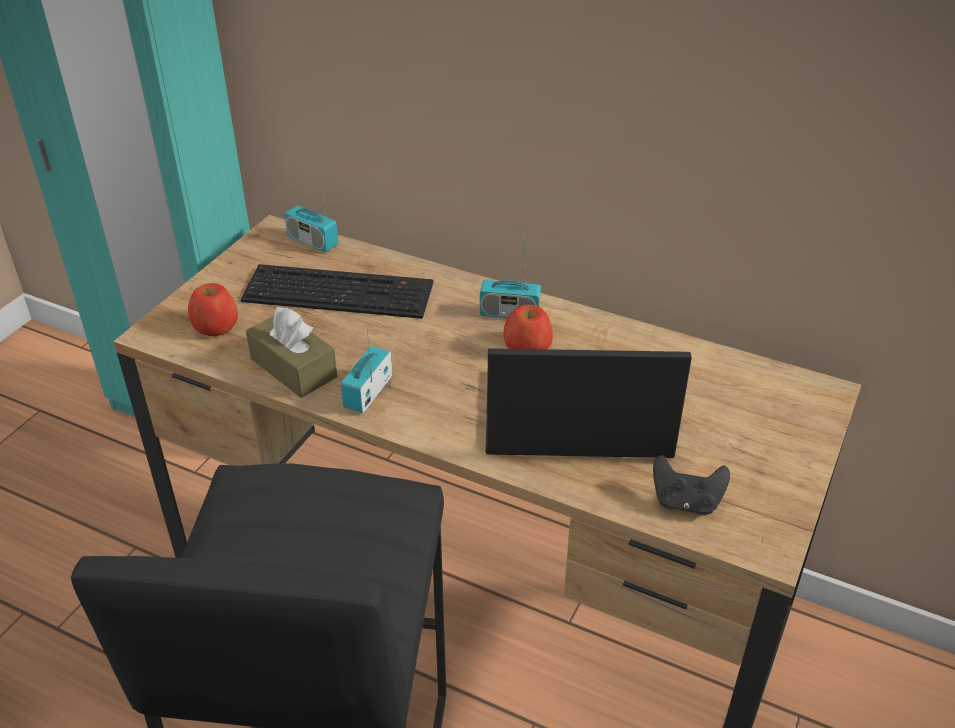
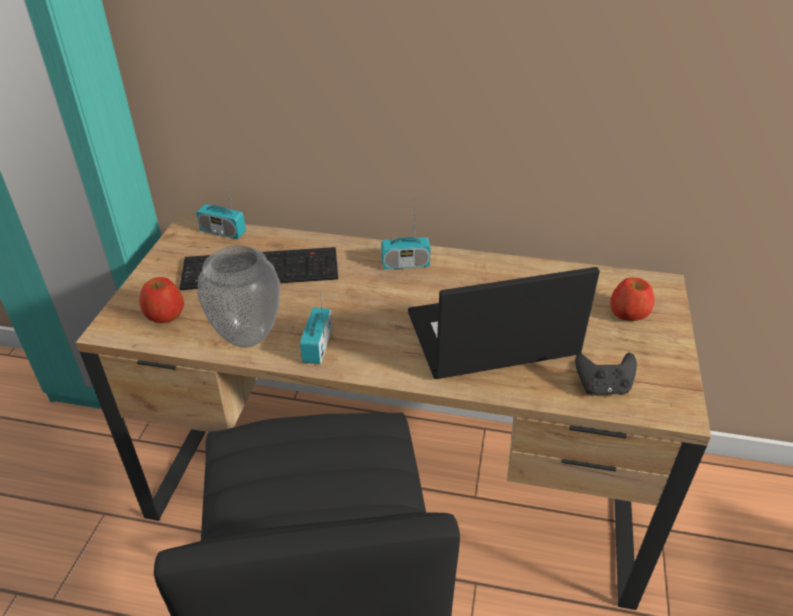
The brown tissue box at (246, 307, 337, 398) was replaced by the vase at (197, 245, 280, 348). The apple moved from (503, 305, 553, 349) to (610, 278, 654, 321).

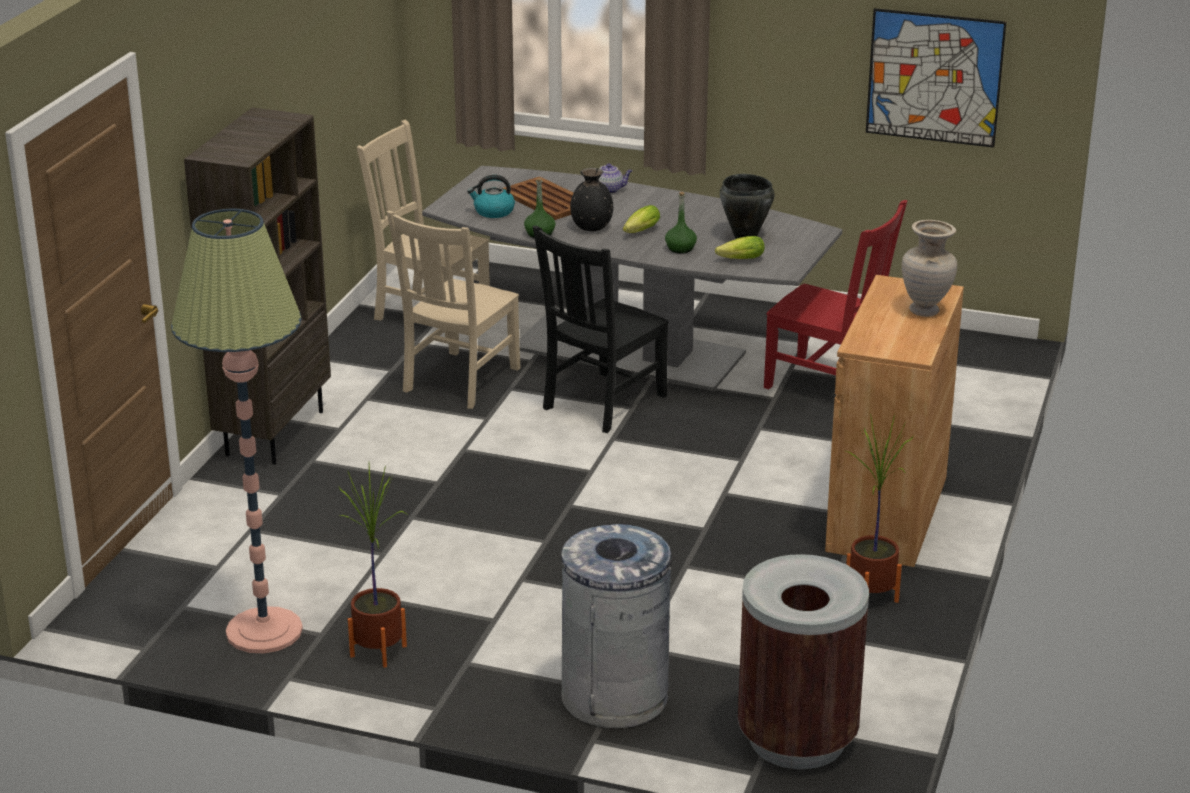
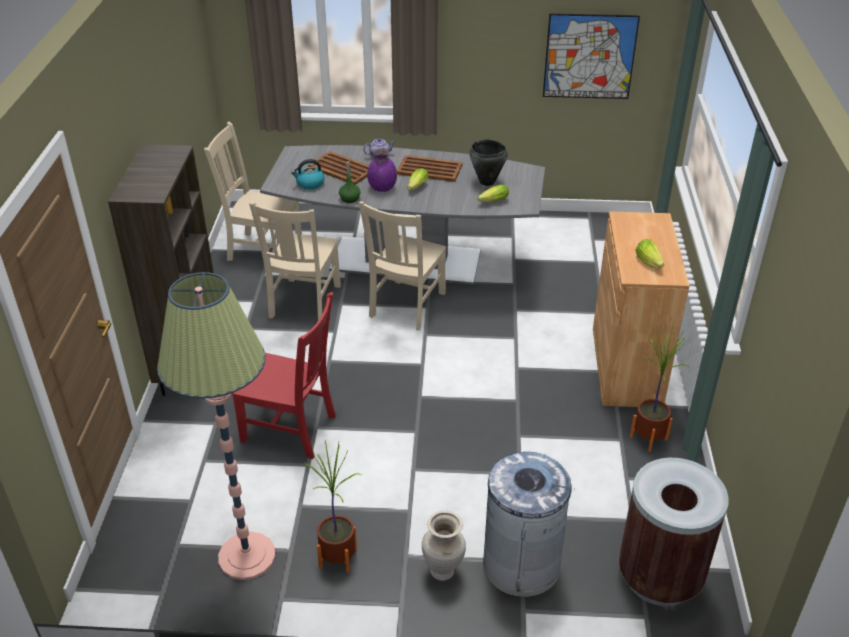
The red chair moved from (764, 200, 907, 389) to (232, 292, 336, 459). The black chair at (533, 226, 669, 433) became the beige chair at (359, 201, 446, 331). The black vase at (570, 168, 613, 231) became the purple vase at (367, 148, 397, 192). The brown tray at (397, 155, 463, 182) appeared. The beige vase moved from (902, 220, 957, 317) to (422, 511, 466, 581). The lettuce at (636, 239, 664, 268) appeared. The green bottle at (665, 192, 697, 254) disappeared.

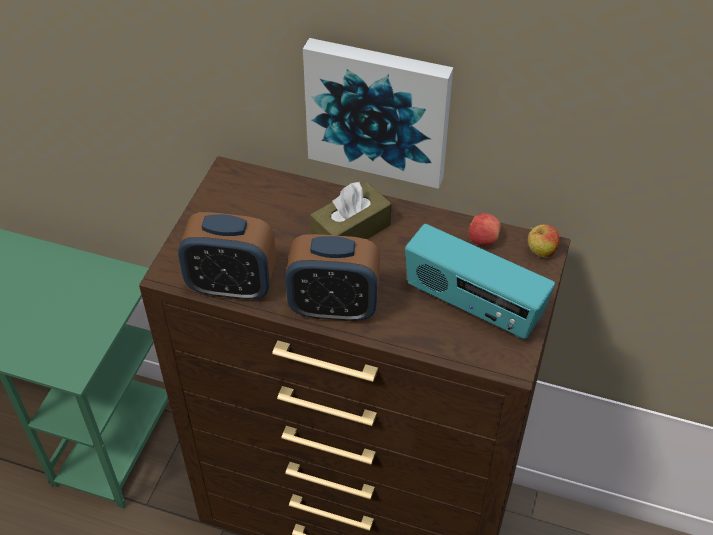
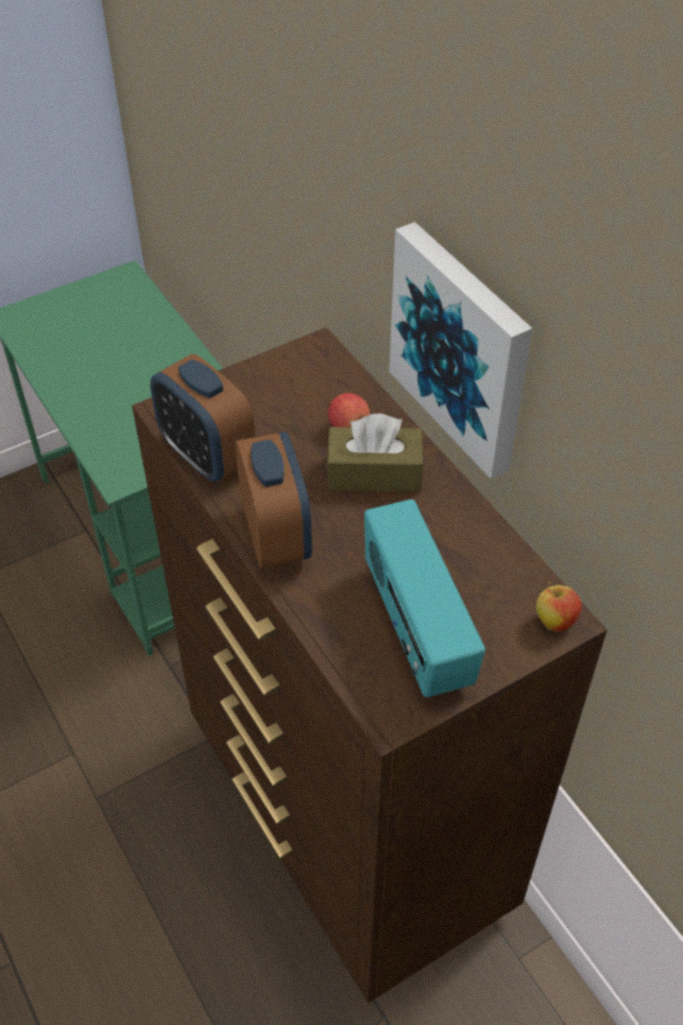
The alarm clock at (285, 234, 380, 322) turned 150 degrees counterclockwise. The apple moved from (468, 213, 501, 246) to (328, 393, 370, 427).

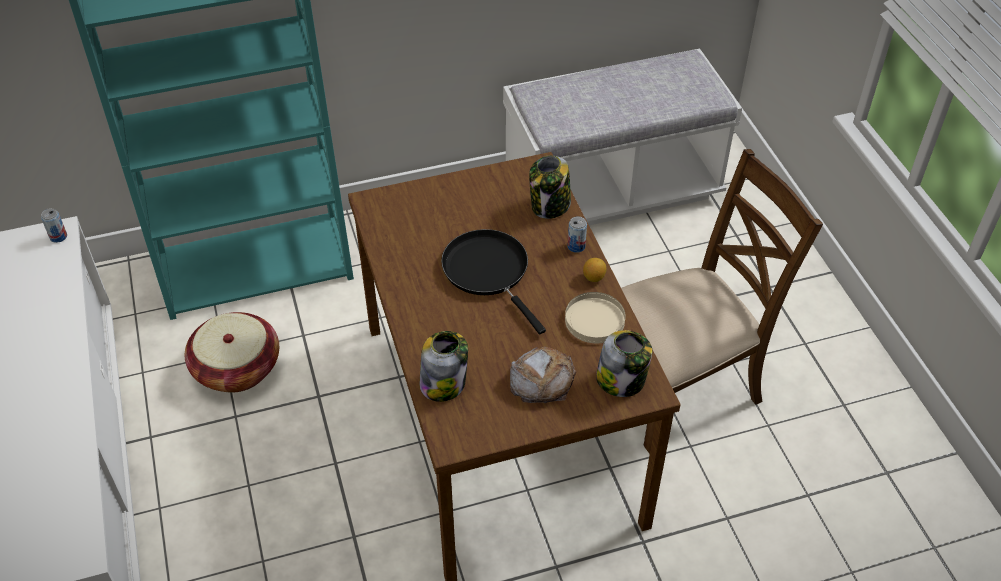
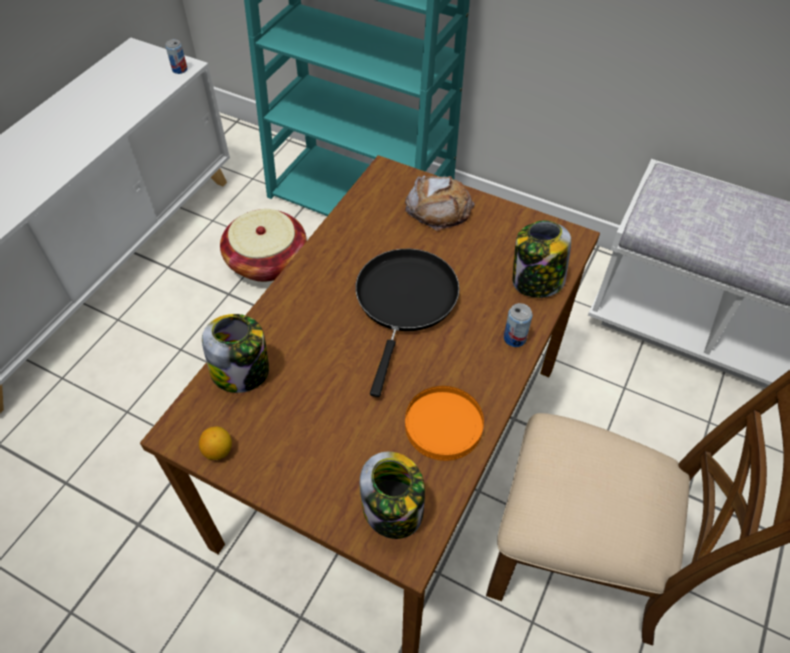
The lemon moved from (583, 258, 606, 282) to (199, 427, 232, 460). The bread moved from (510, 347, 576, 403) to (405, 176, 475, 231). The beige plate at (565, 292, 626, 343) became the orange plate at (405, 386, 484, 461).

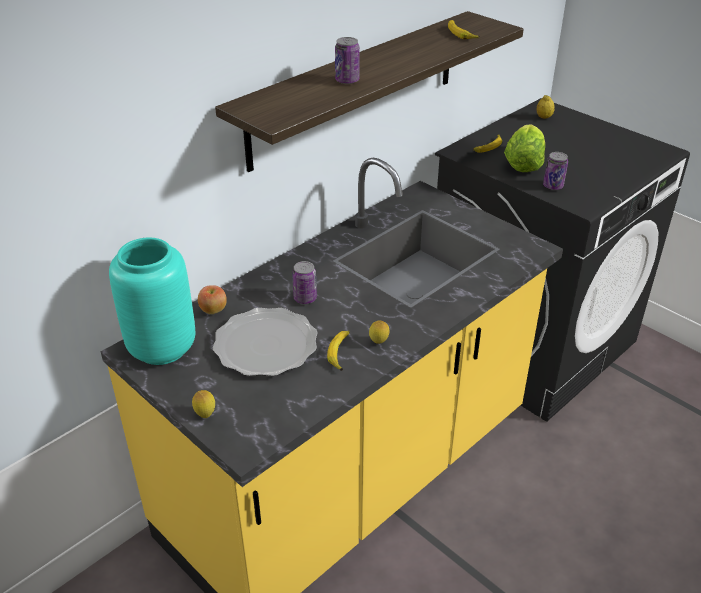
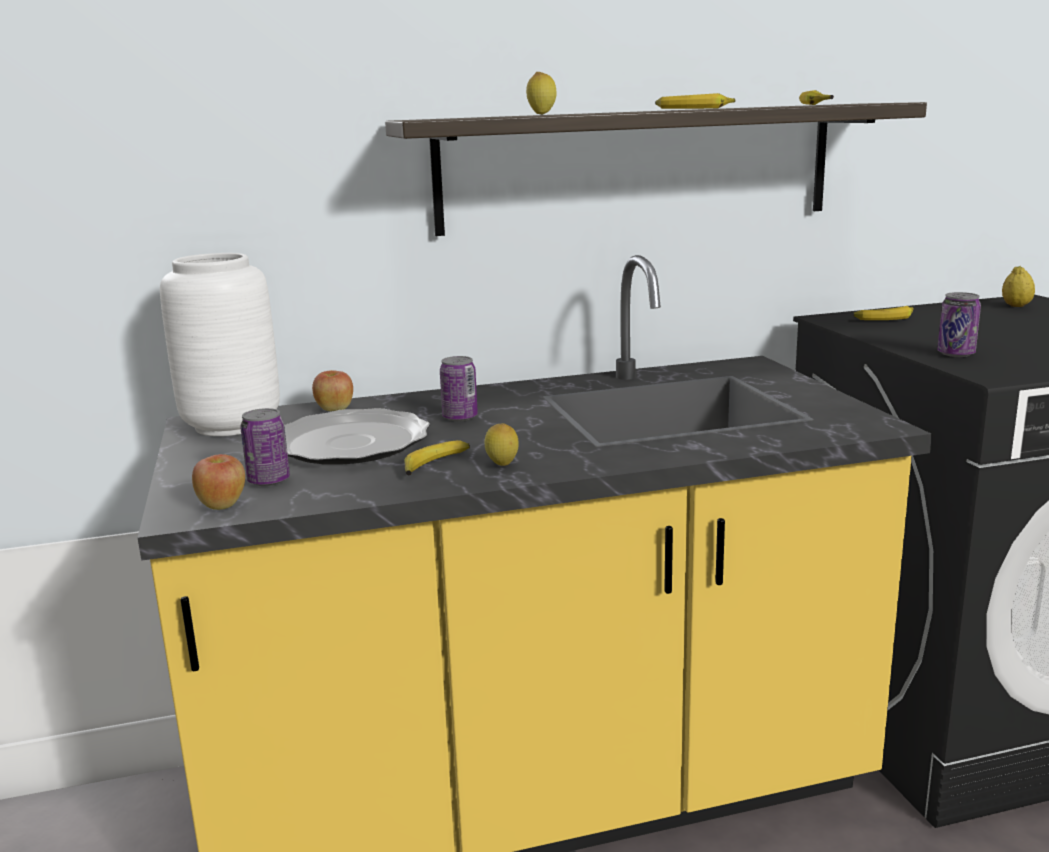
The turquoise vase at (109, 238, 195, 365) became the white vase at (160, 253, 280, 436). The apple at (192, 454, 245, 510) appeared. The can moved from (335, 37, 360, 84) to (240, 408, 290, 486). The lemon moved from (192, 390, 215, 418) to (526, 72, 556, 115). The banana at (655, 93, 735, 109) appeared. The lettuce at (504, 124, 545, 172) disappeared.

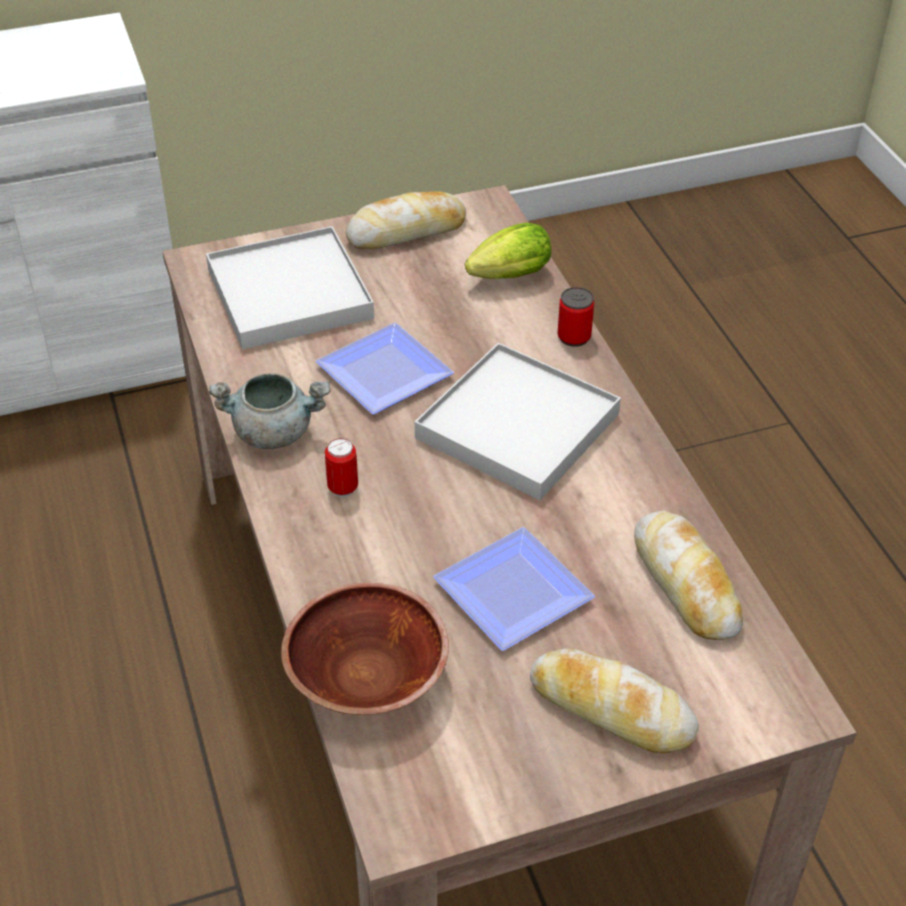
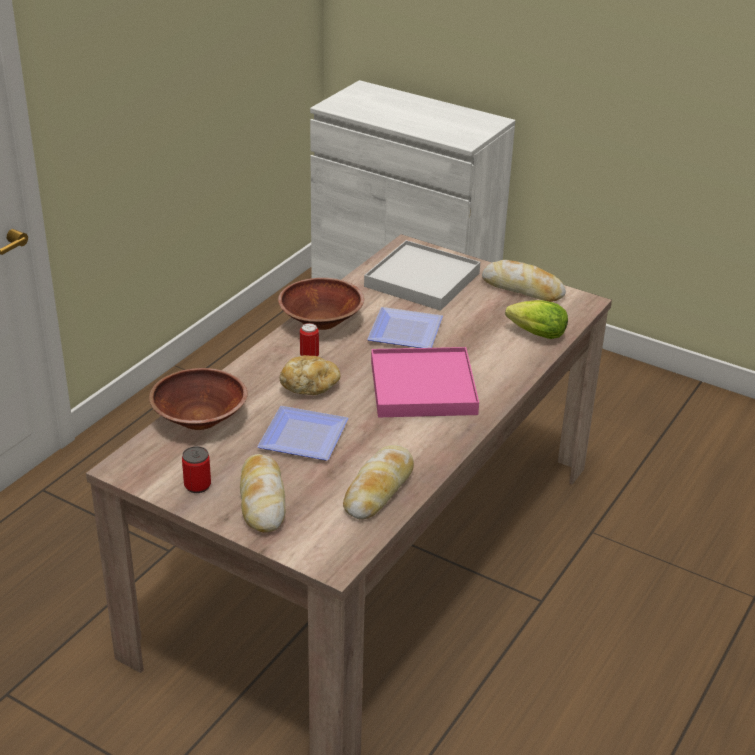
The can moved from (558, 287, 594, 347) to (182, 446, 211, 493). The grey cooking pot at (209, 373, 330, 449) was replaced by the brown bowl at (278, 278, 364, 330). The bread at (280, 355, 340, 395) appeared. The white tray at (415, 343, 621, 500) became the pink tray at (371, 347, 479, 418).

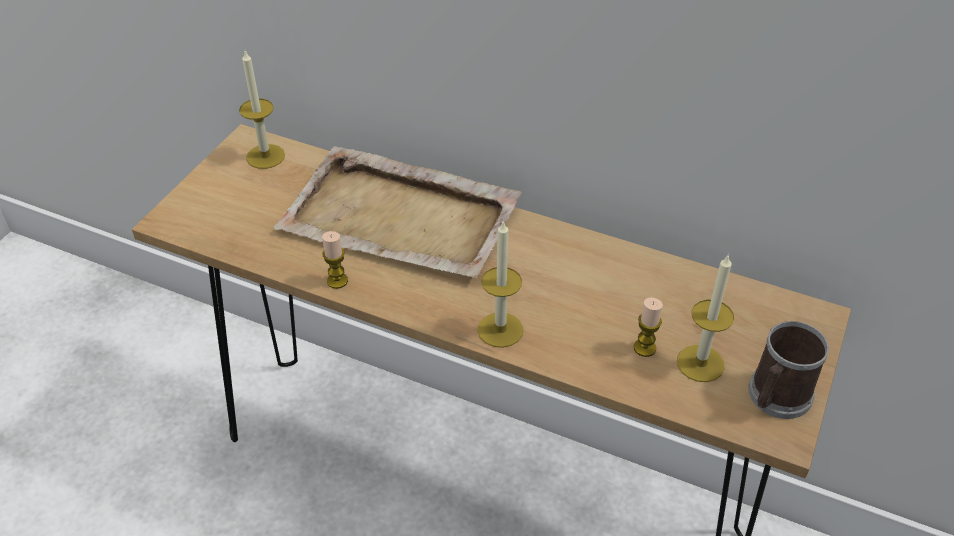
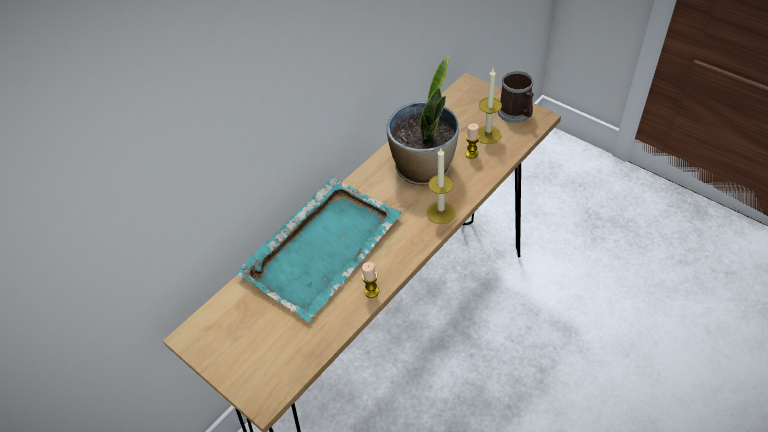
The beige tray at (274, 146, 522, 278) became the turquoise tray at (236, 177, 402, 322). The potted plant at (387, 55, 459, 185) appeared. The candle at (239, 51, 285, 169) disappeared.

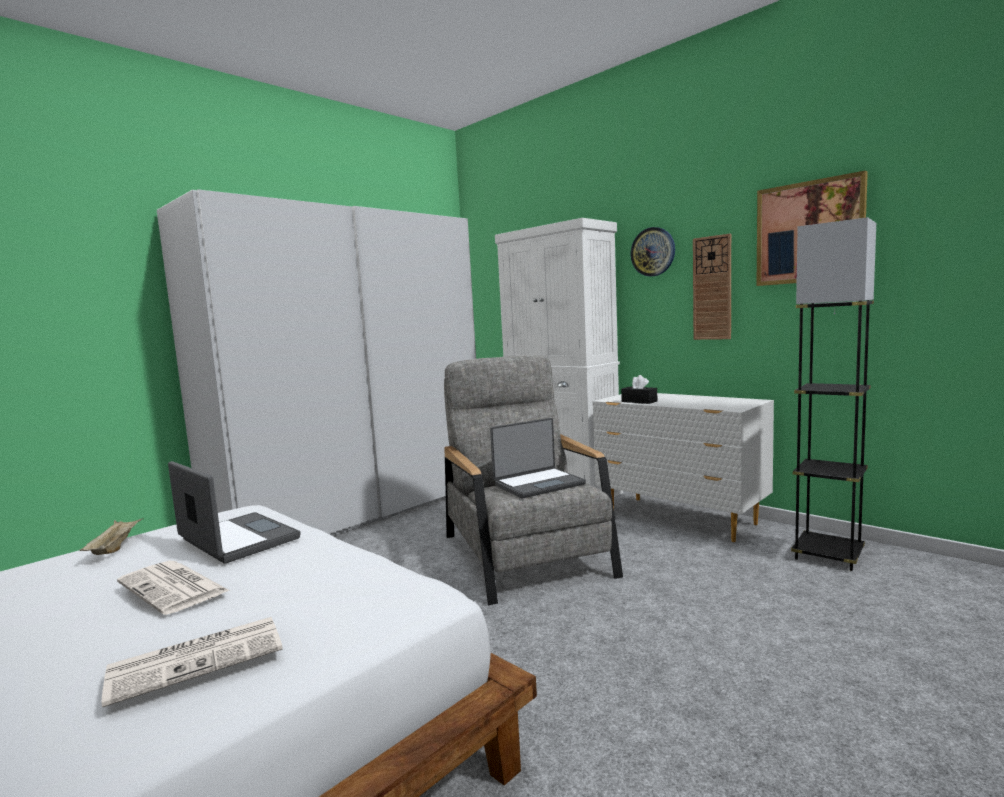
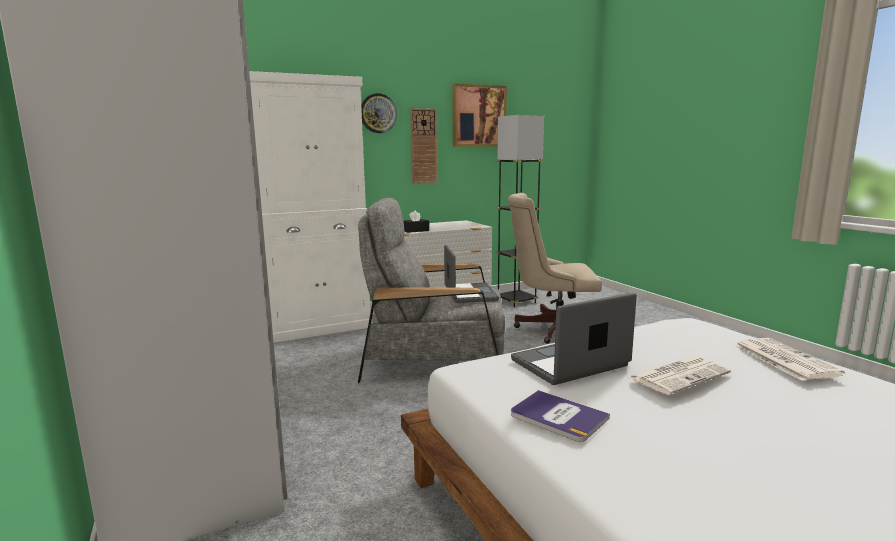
The beige office chair at (508, 193, 602, 343) appeared. The beige tray at (80, 518, 143, 555) was replaced by the book at (511, 390, 610, 442).

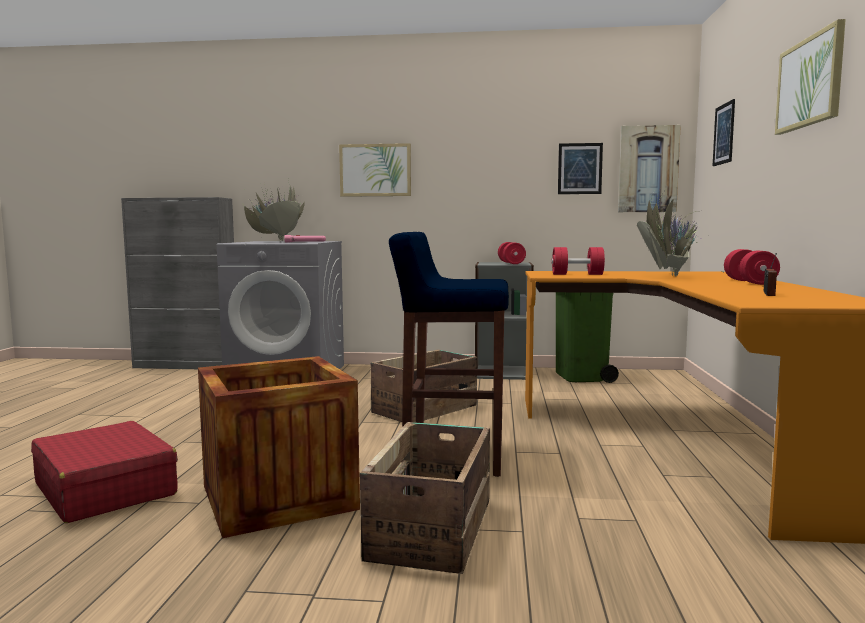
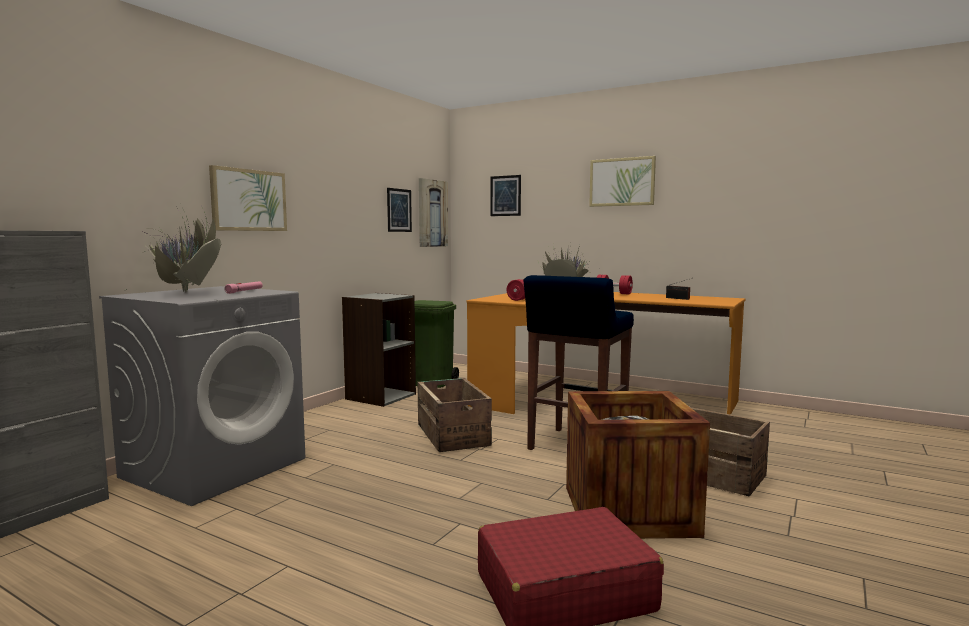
The red dumbbell at (498, 242, 526, 264) disappeared.

